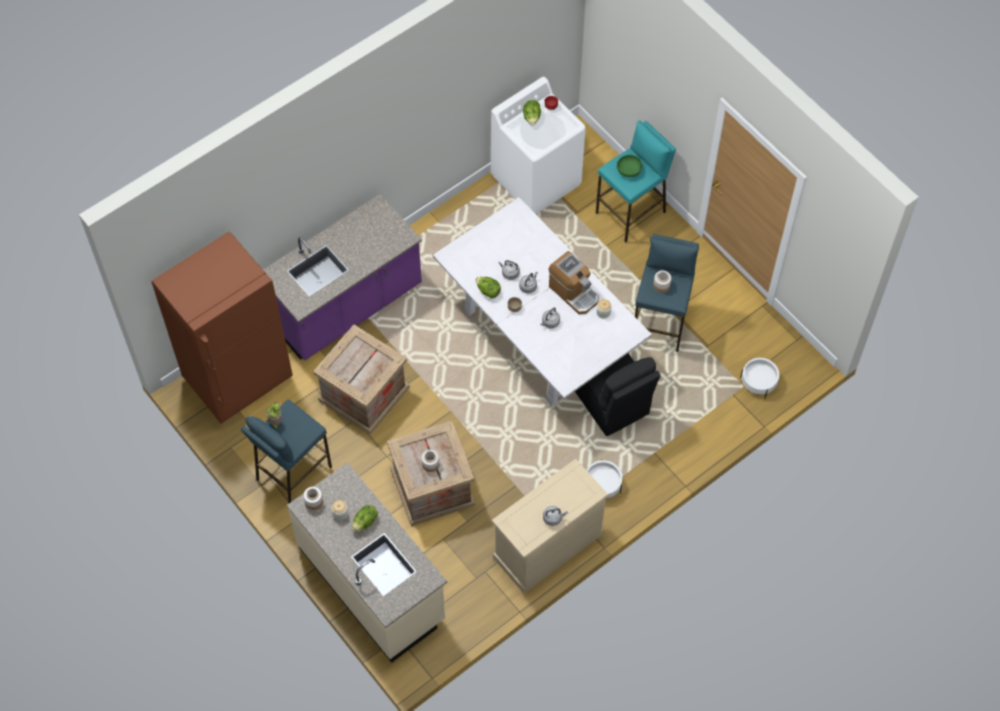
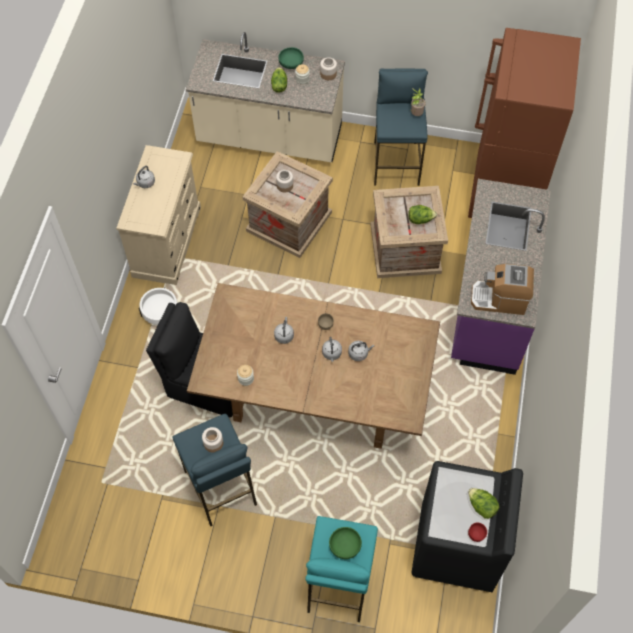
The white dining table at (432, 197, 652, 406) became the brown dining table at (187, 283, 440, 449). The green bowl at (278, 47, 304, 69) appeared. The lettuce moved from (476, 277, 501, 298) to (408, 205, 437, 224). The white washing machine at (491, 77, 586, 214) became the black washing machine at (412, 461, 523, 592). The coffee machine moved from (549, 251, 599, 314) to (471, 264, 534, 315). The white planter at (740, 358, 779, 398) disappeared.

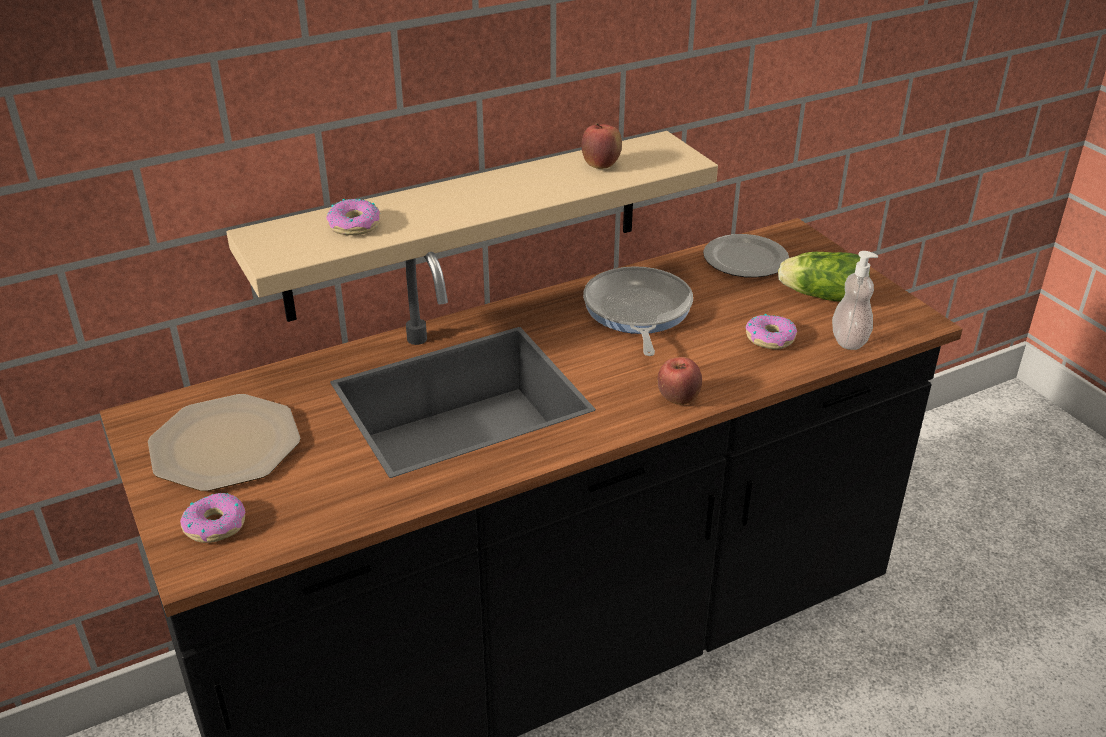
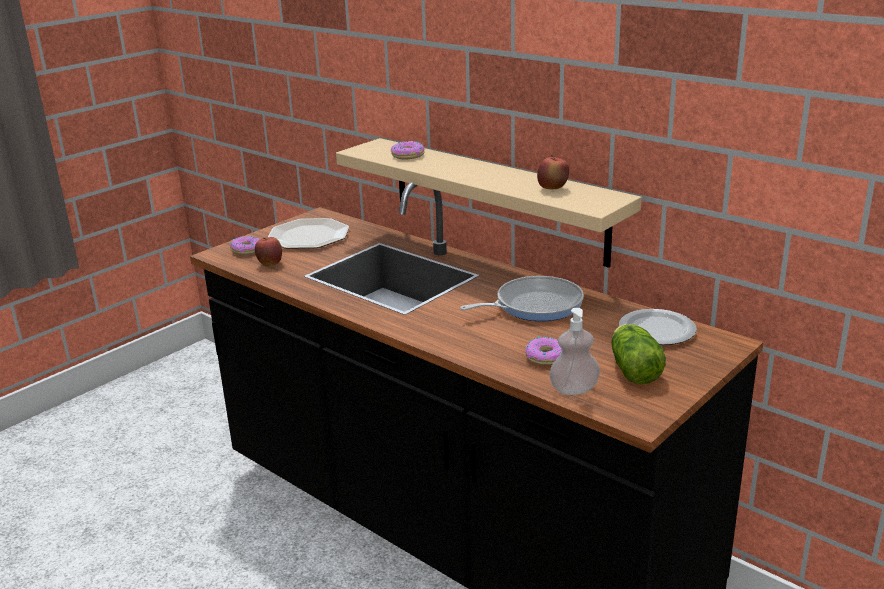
The apple moved from (657, 357, 702, 405) to (255, 237, 282, 266).

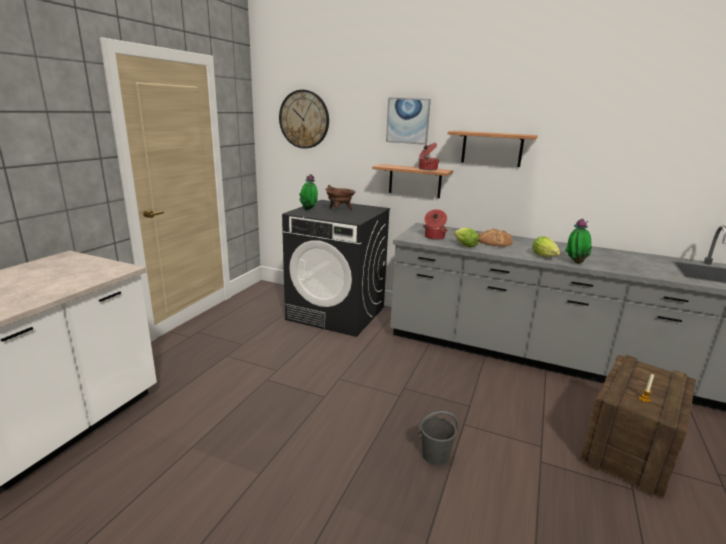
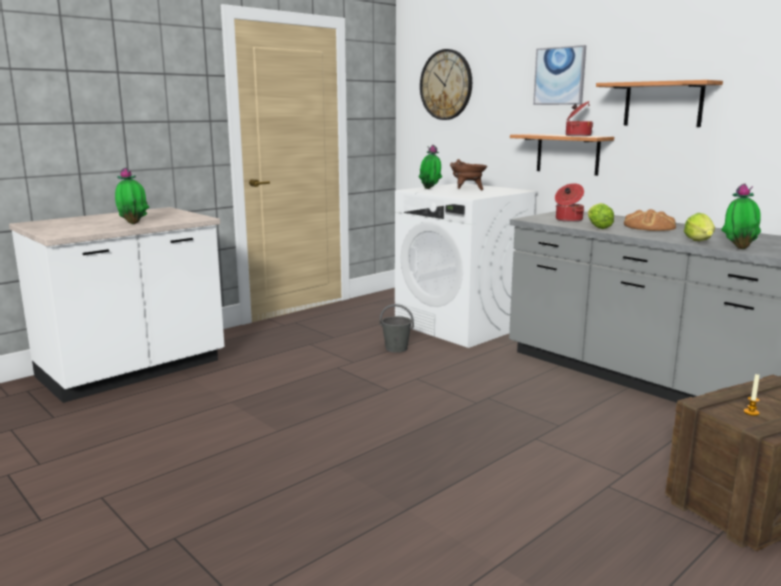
The potted plant at (115, 167, 149, 224) appeared. The grey bucket moved from (418, 411, 459, 466) to (379, 304, 414, 353). The black washing machine at (282, 200, 390, 337) became the white washing machine at (395, 183, 538, 348).

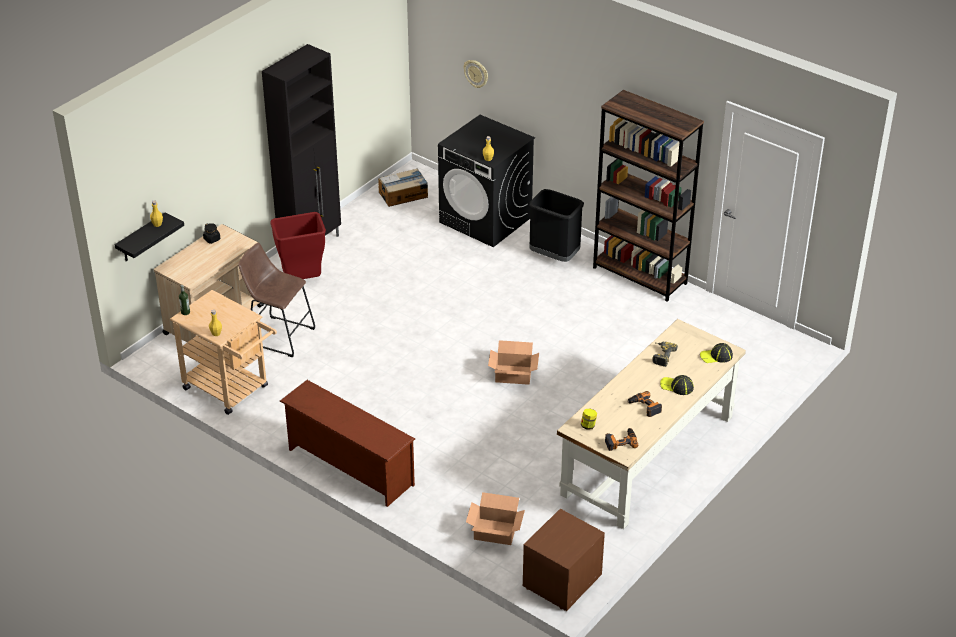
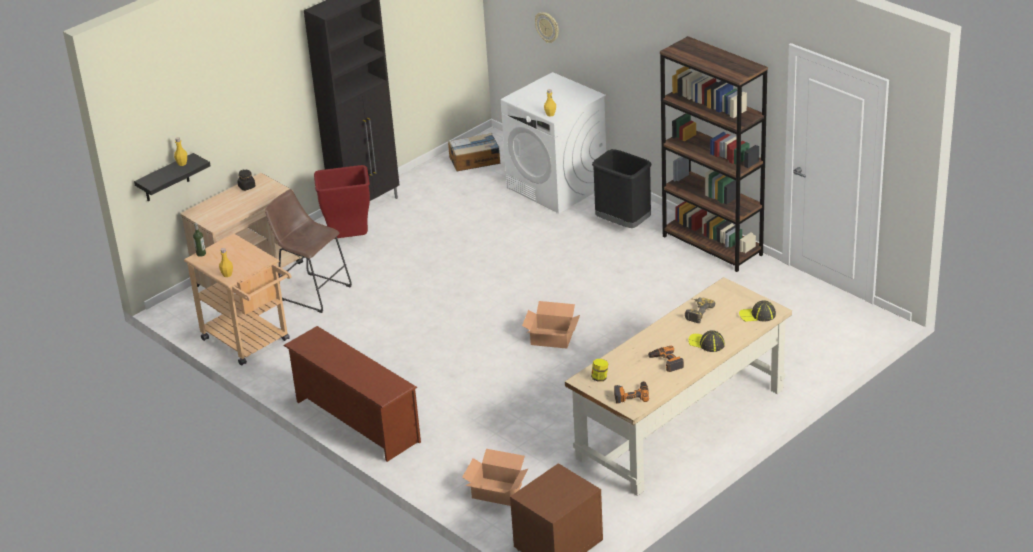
The black washing machine at (438, 115, 535, 247) became the white washing machine at (501, 72, 606, 213).

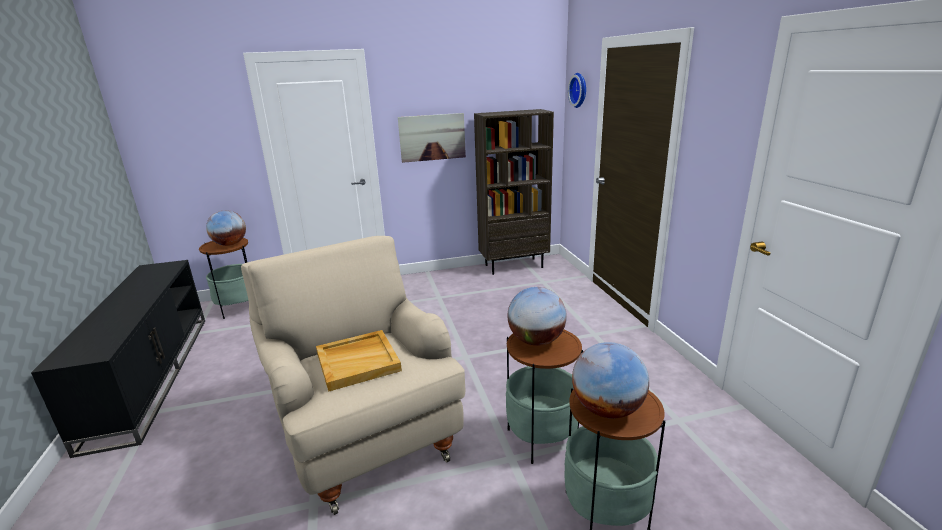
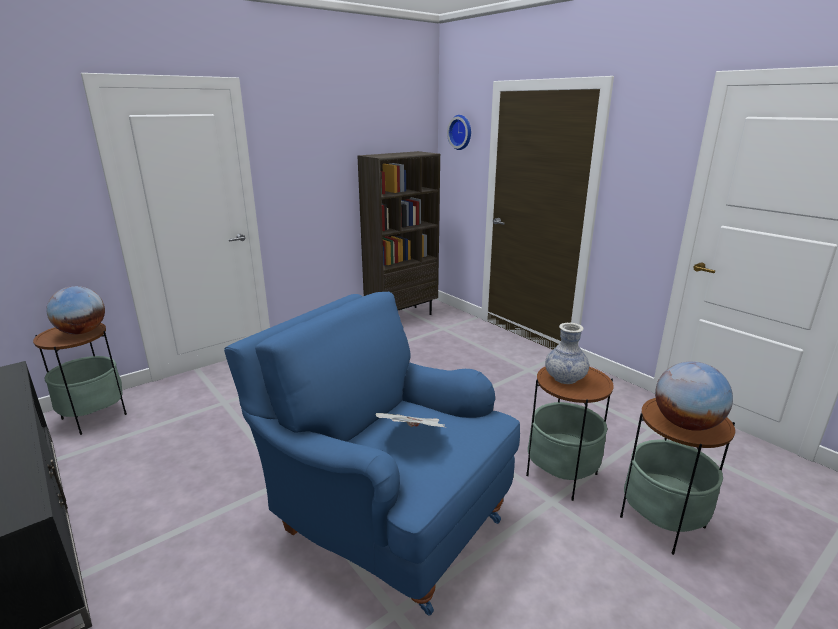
The beige armchair at (241, 236, 465, 515) became the blue armchair at (224, 292, 520, 616). The beige tray at (316, 330, 402, 392) was replaced by the newspaper at (375, 413, 447, 428). The globe at (507, 287, 567, 346) was replaced by the vase at (545, 323, 589, 384). The picture at (398, 113, 466, 163) disappeared.

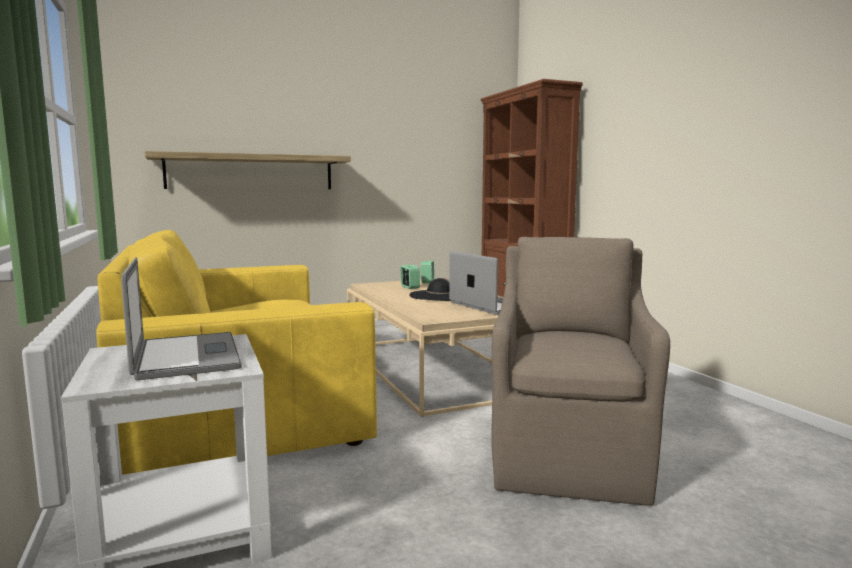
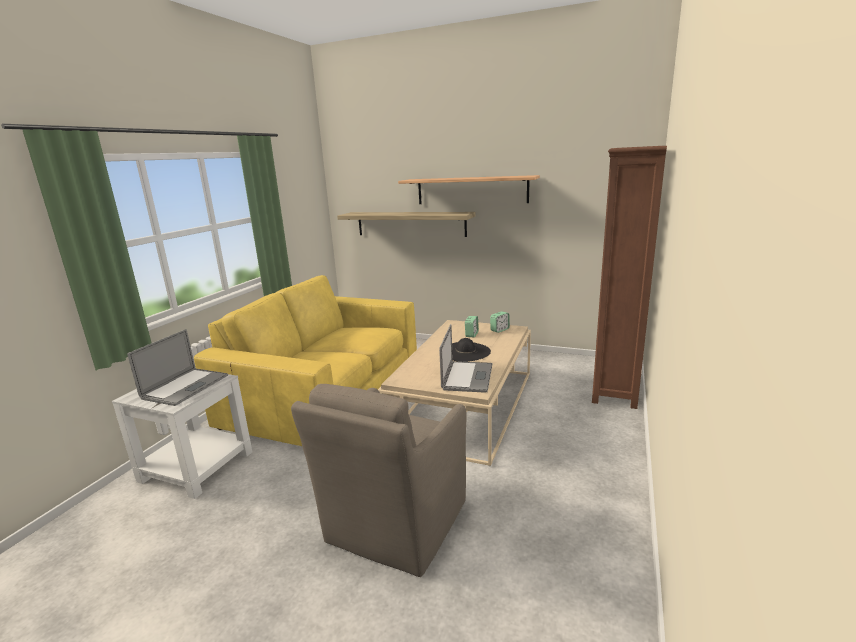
The brown armchair at (491, 237, 670, 506) turned 150 degrees clockwise. The shelf at (398, 175, 540, 204) appeared.

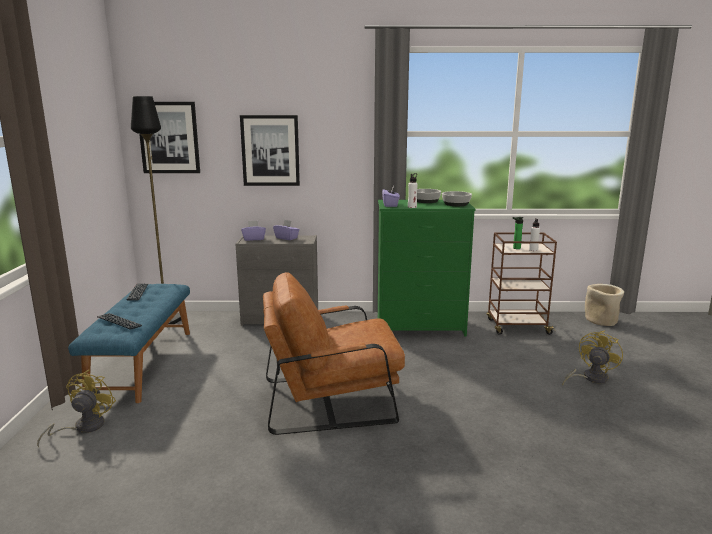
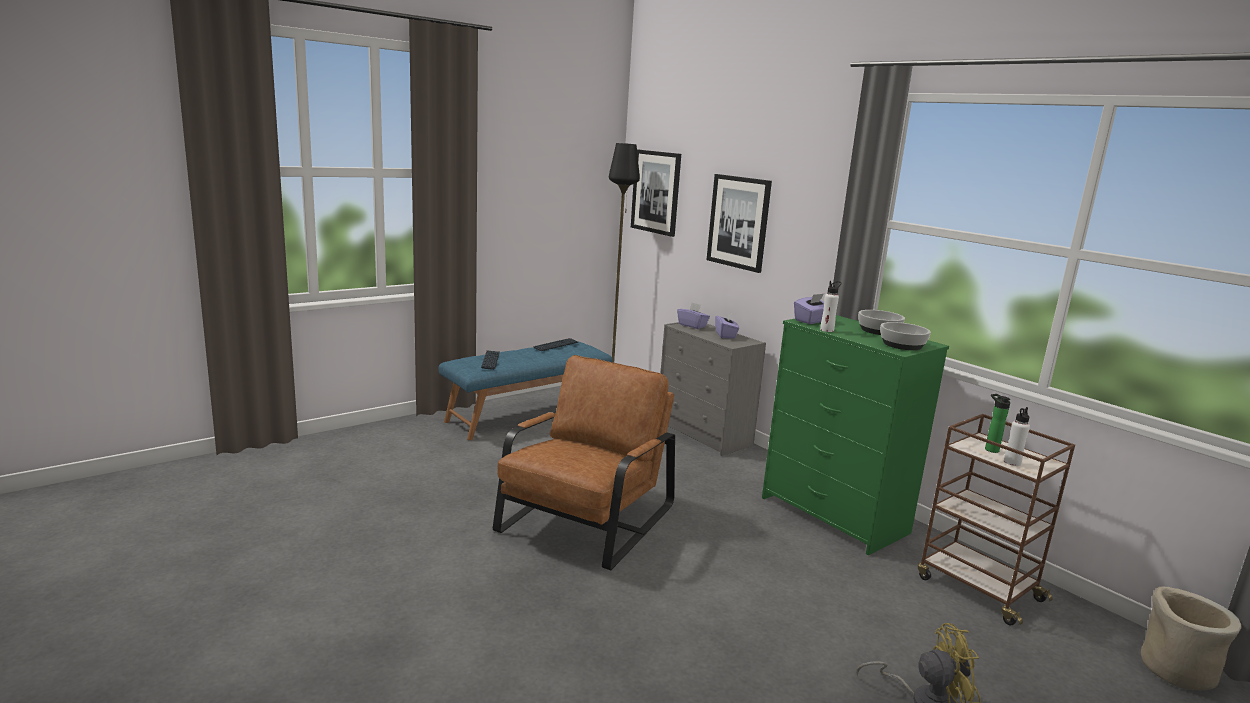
The brown armchair at (263, 272, 405, 435) turned 75 degrees clockwise. The yellow fan at (37, 370, 116, 447) disappeared.

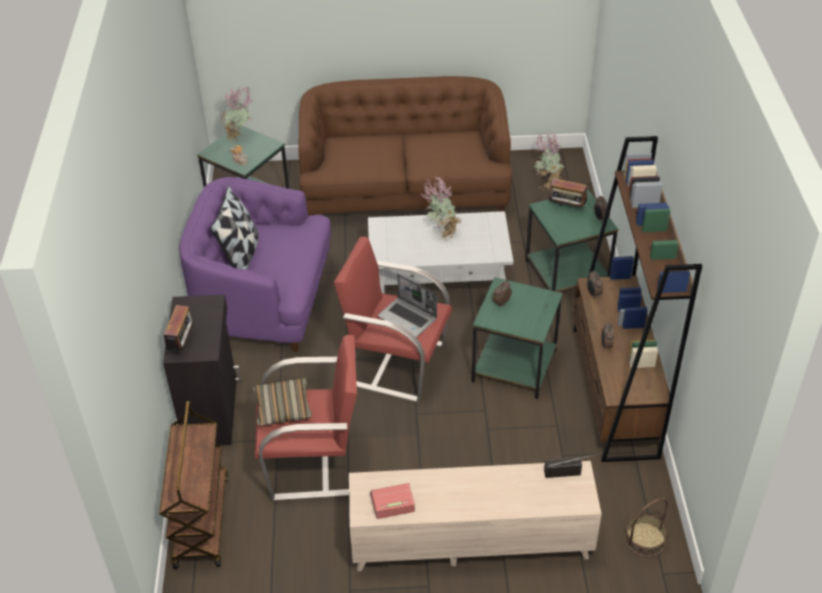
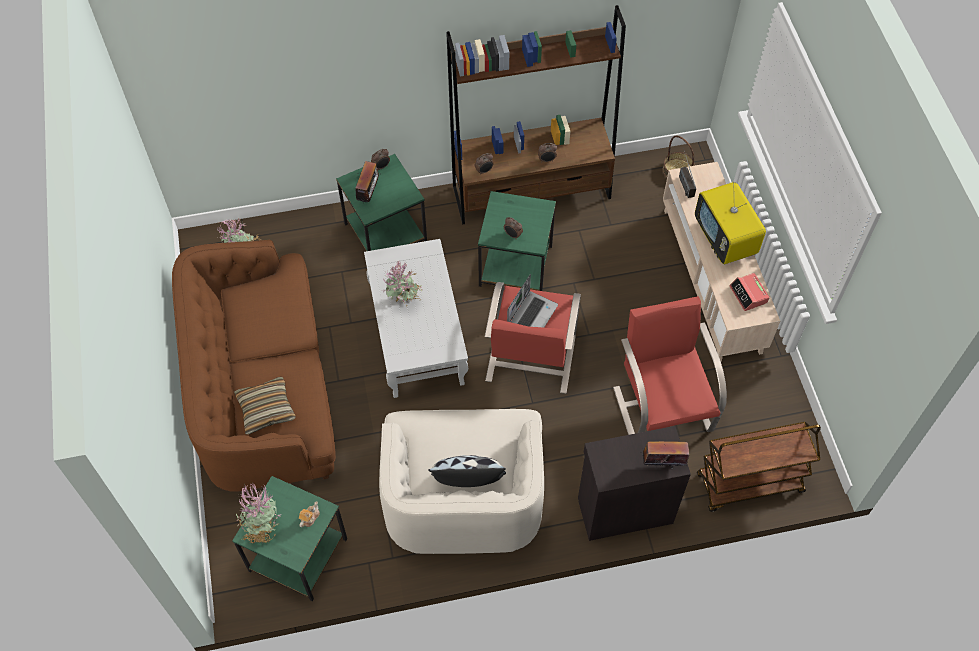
The pillow moved from (253, 378, 312, 426) to (234, 377, 296, 435). The purple armchair at (179, 177, 331, 352) became the white armchair at (379, 409, 544, 554). The television at (695, 182, 766, 264) appeared.

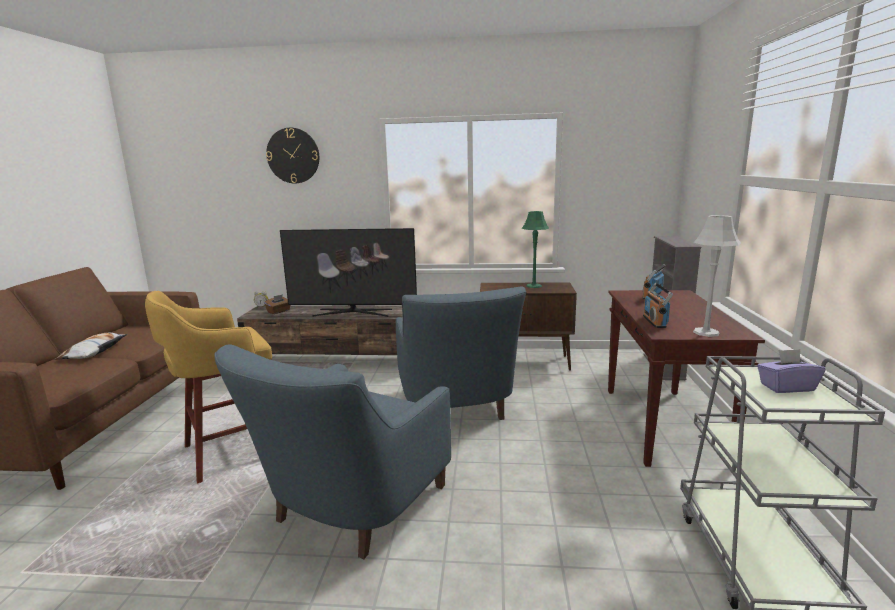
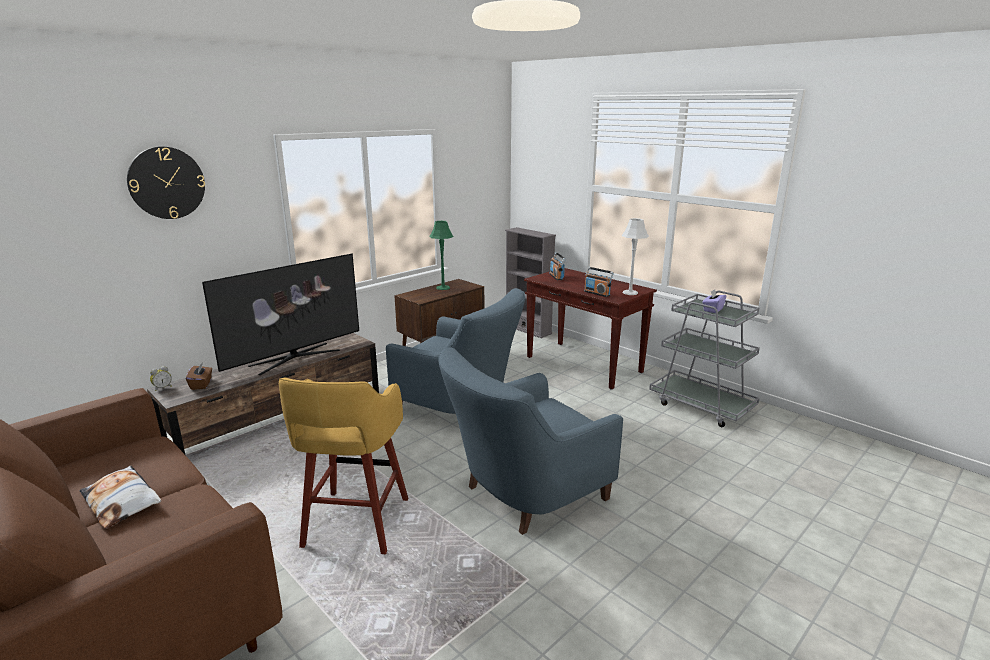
The blue armchair at (214, 344, 451, 559) turned 75 degrees clockwise.

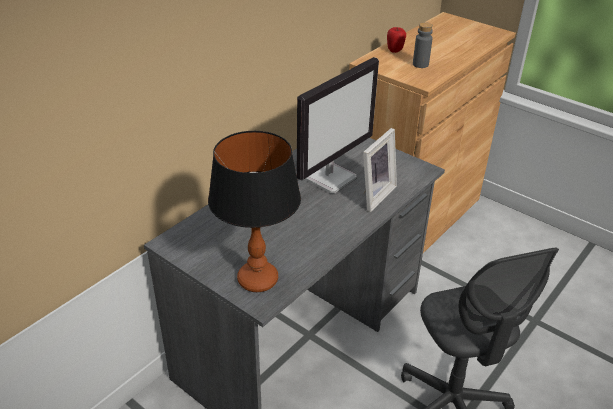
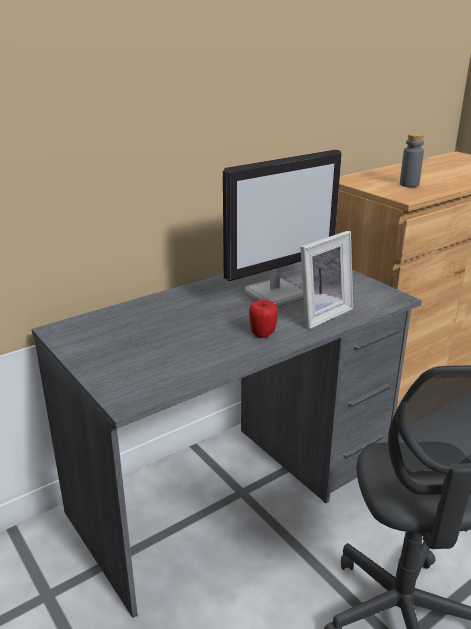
The apple moved from (387, 27, 406, 53) to (249, 300, 278, 338). The table lamp at (208, 131, 301, 292) disappeared.

